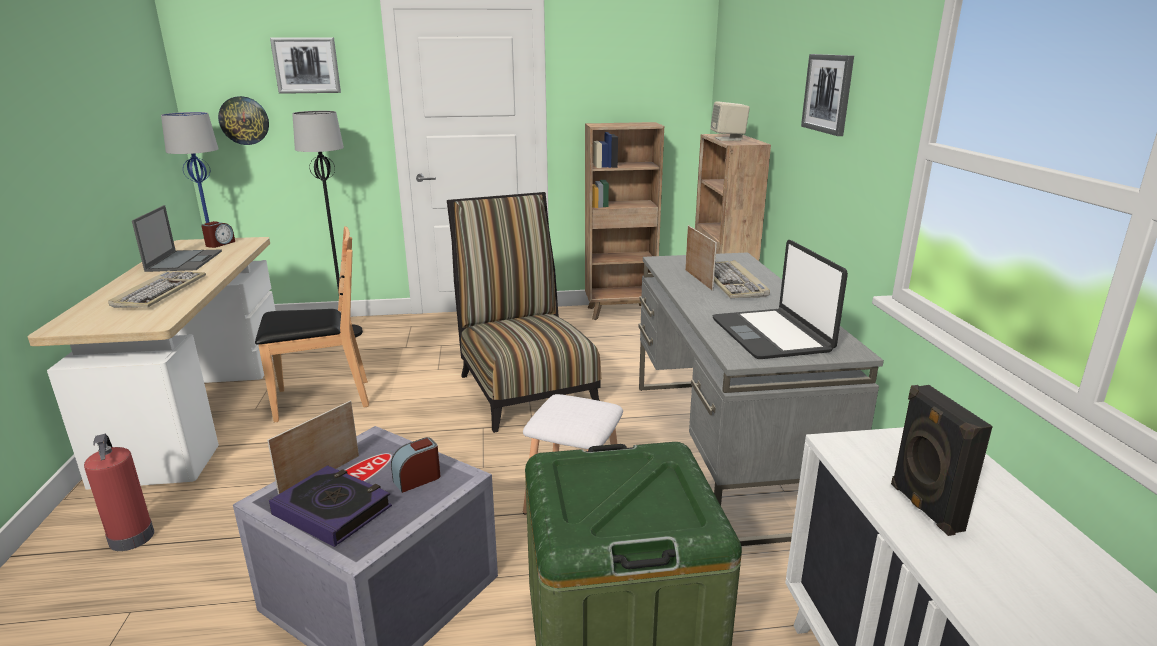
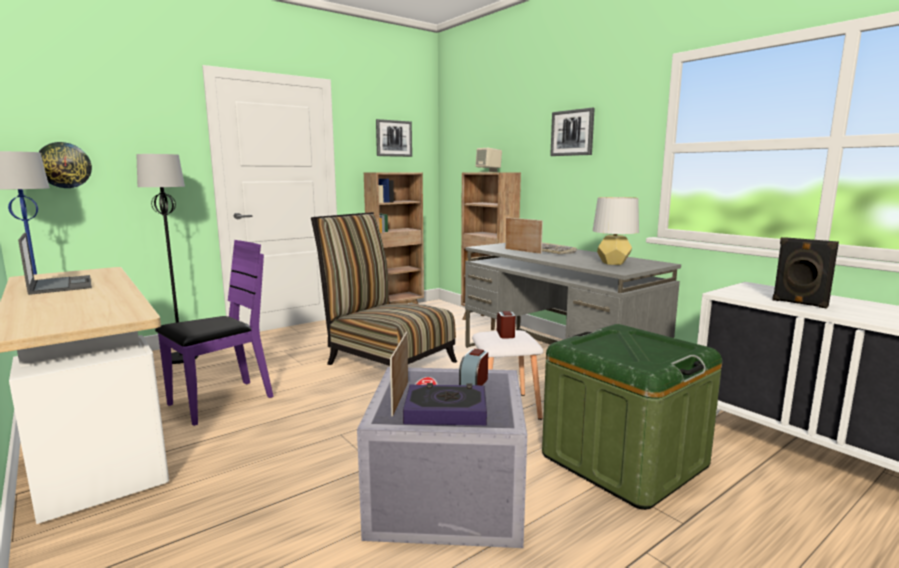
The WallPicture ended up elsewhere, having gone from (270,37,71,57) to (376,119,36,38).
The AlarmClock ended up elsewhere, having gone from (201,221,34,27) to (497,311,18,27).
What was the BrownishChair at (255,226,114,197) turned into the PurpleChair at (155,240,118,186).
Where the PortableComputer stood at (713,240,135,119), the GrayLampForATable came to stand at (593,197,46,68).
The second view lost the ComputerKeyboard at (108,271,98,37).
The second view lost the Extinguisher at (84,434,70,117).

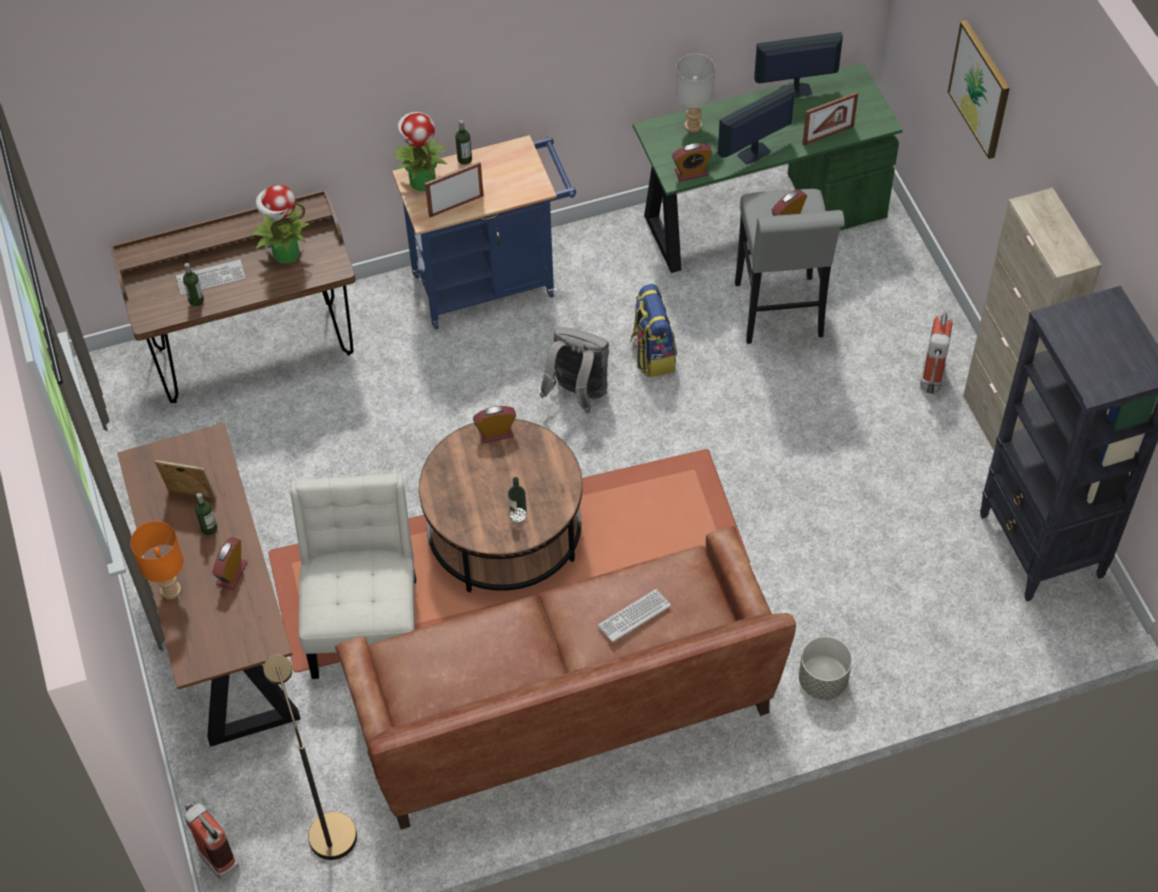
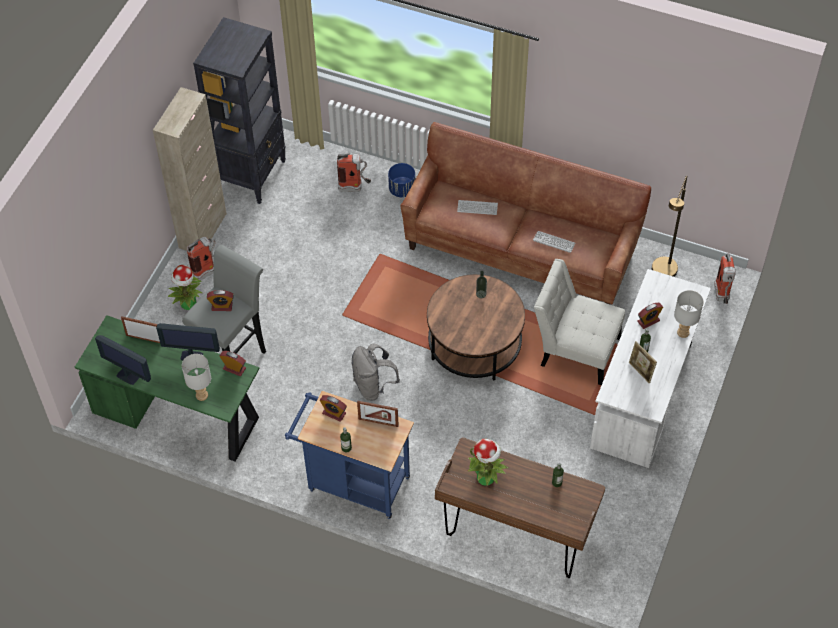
The second view lost the WallPicture at (948,20,62,139).
The PottedPlant ended up elsewhere, having gone from (393,112,55,79) to (168,265,34,45).
The ComputerKeyboard ended up elsewhere, having gone from (176,260,70,35) to (533,231,42,22).
The second view lost the Rucksack at (630,284,47,93).
The AlarmClock ended up elsewhere, having gone from (473,406,43,37) to (320,395,27,27).
What was the BrownishDesk at (117,423,184,324) turned into the WhiteDesk at (590,269,121,199).
The WhiteChair at (290,473,126,206) ended up facing another way, 75 degrees clockwise from before.
What was the OrangeColouredLampForATable at (130,521,54,78) turned into the GrayLampForATable at (674,290,30,48).
What was the GrayPlanter at (799,636,53,64) turned into the BlueColouredPlanter at (388,163,27,34).
The second view gained the Extinguisher at (337,153,34,39).

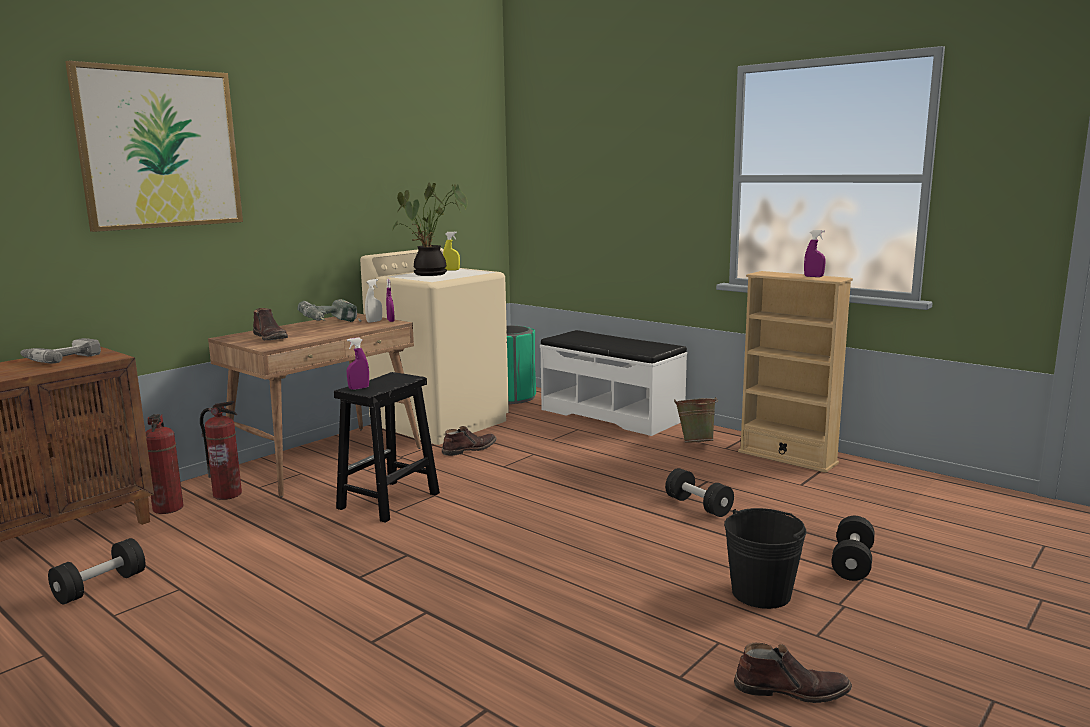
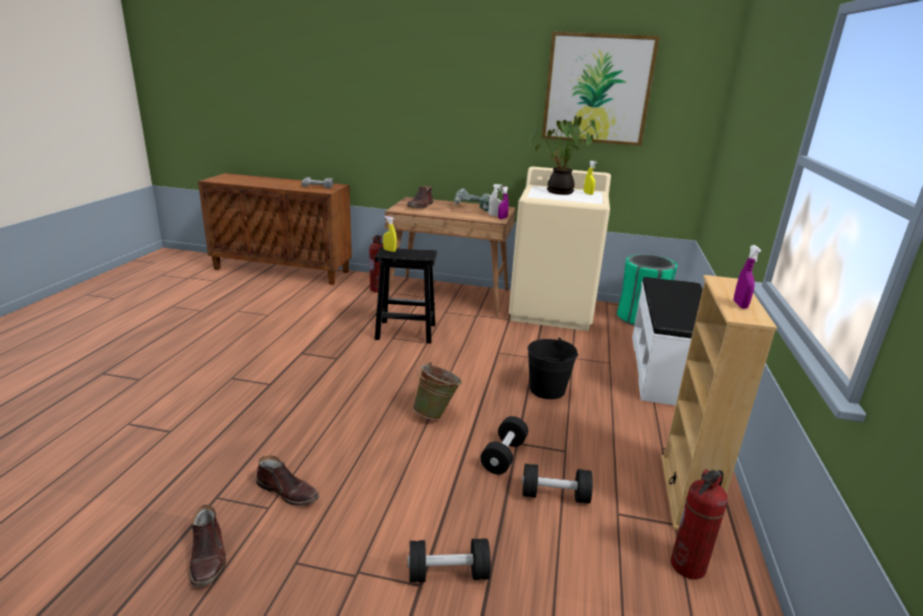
The WallPicture ended up elsewhere, having gone from (65,61,178,171) to (542,31,118,115).
What was the PurpleHandSprayer at (347,337,22,53) turned into the YellowishHandSprayer at (383,216,14,36).
The GreenishBucket ended up elsewhere, having gone from (674,397,44,45) to (413,362,49,58).
The Extinguisher ended up elsewhere, having gone from (145,414,38,100) to (671,469,57,110).
The BrownishBoot ended up elsewhere, having gone from (442,426,55,30) to (256,455,63,51).
The BlackishBucket ended up elsewhere, having gone from (724,508,83,101) to (528,338,50,61).
The BlackishFreeWeight ended up elsewhere, having gone from (48,538,97,67) to (522,464,71,40).

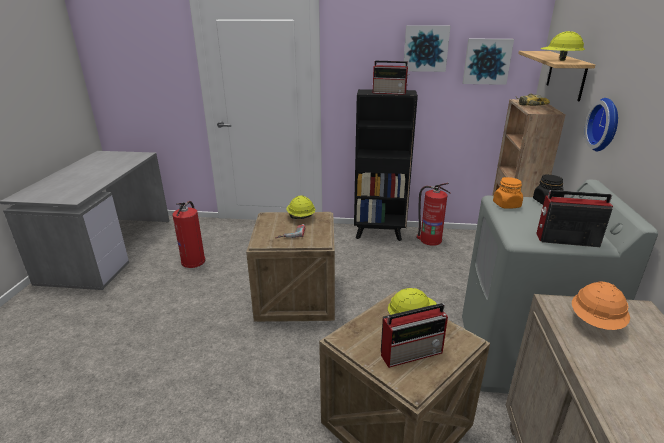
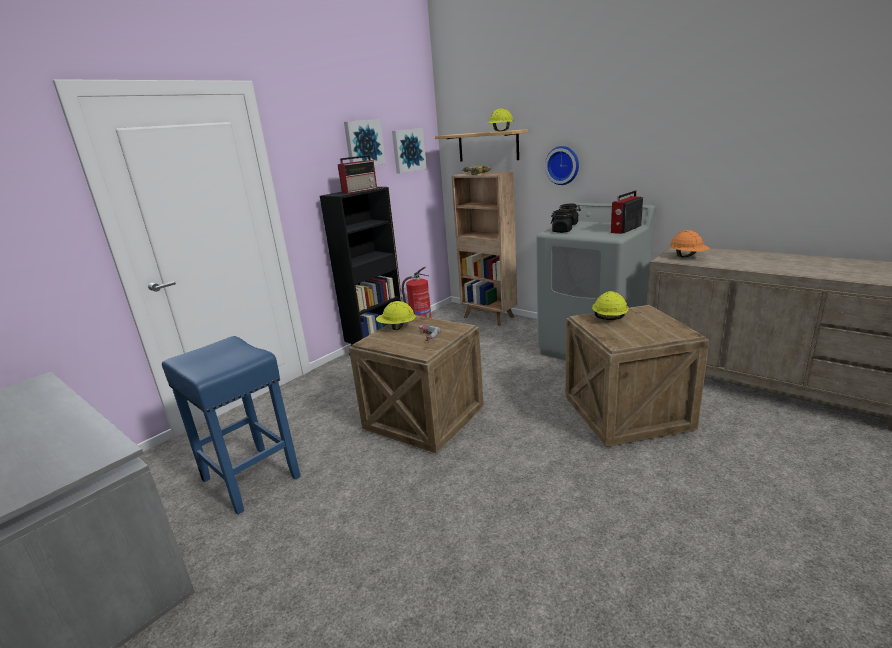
What was the OrangeColouredJar at (493,177,30,32) turned into the BlackishJar at (551,209,24,24).
Where the Extinguisher stood at (173,201,32,67), the BlueColouredStoolSeat came to stand at (162,336,139,179).
The second view lost the RadioReceiver at (381,303,67,65).

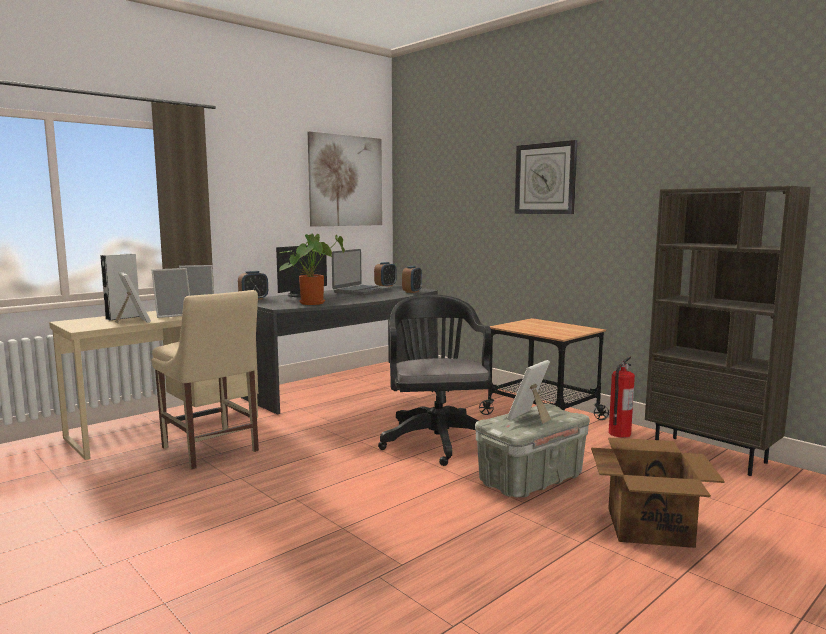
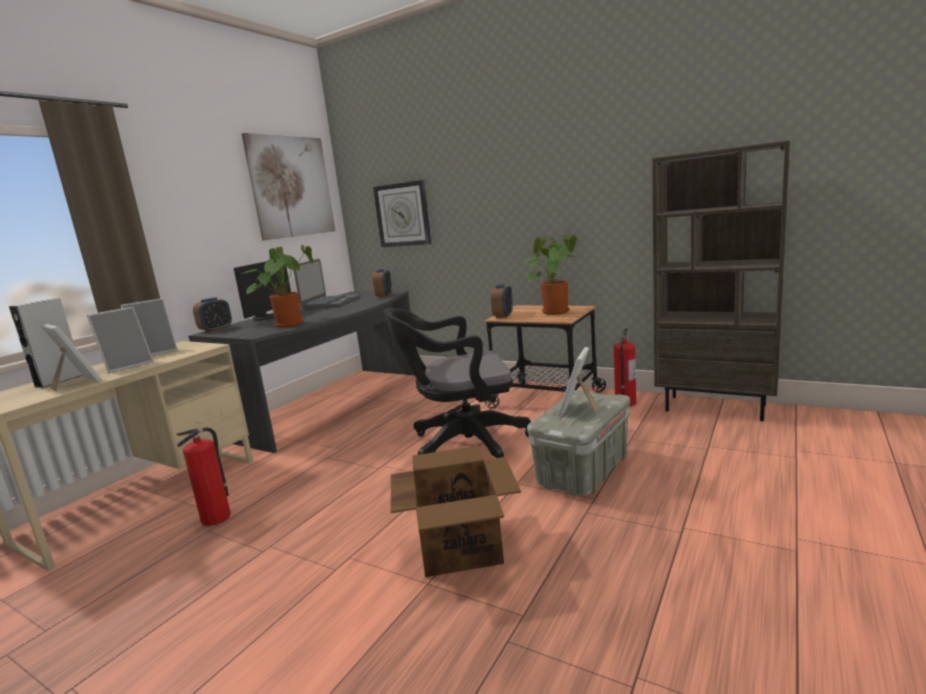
The WallClock ended up elsewhere, having gone from (515,140,62,74) to (373,180,58,67).
The AlarmClock ended up elsewhere, having gone from (374,262,22,25) to (491,284,22,34).
Where the BeigeColouredChair stood at (151,290,108,179), the Extinguisher came to stand at (176,427,55,99).
The BlackishDeskChair at (378,294,114,172) ended up facing another way, 75 degrees counterclockwise from before.
The CardboardBox ended up elsewhere, having gone from (591,437,134,111) to (391,446,130,131).
The second view gained the PottedPlant at (521,235,58,80).

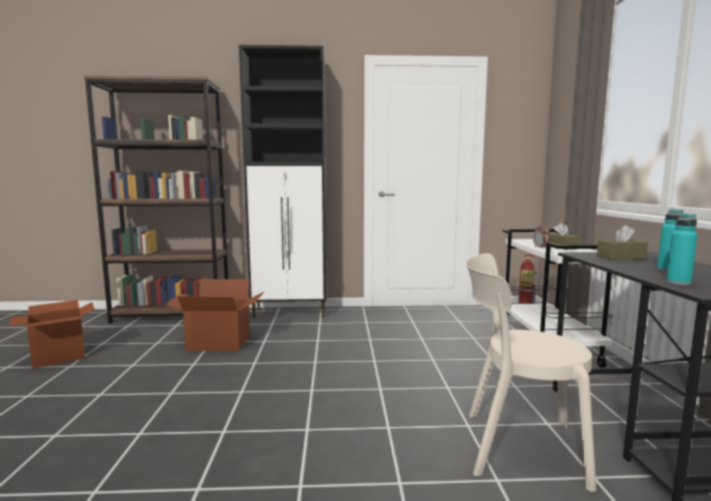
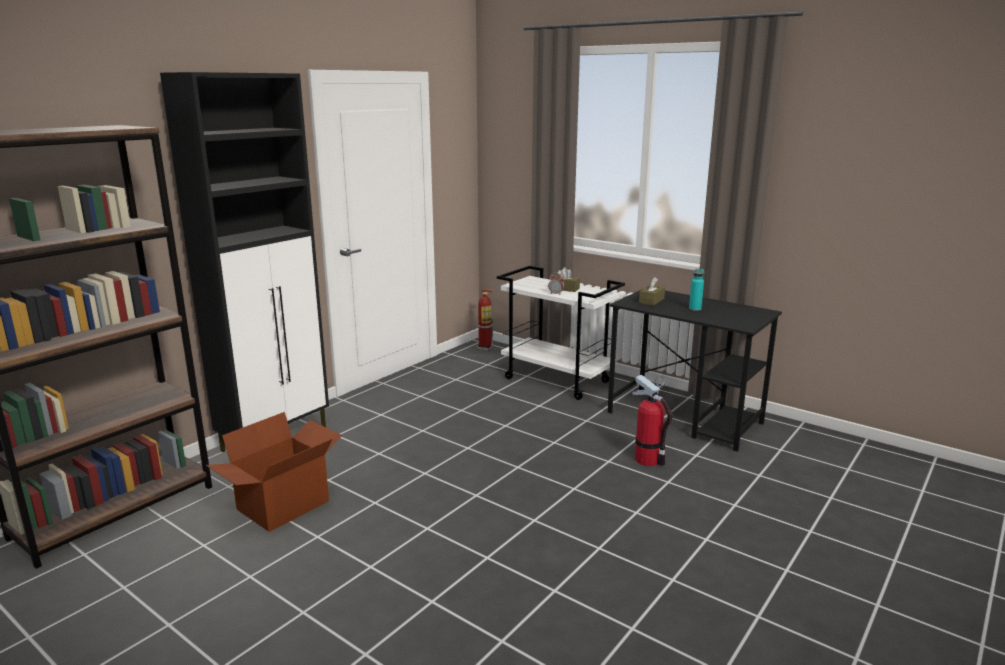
The second view lost the TurquoiseColouredBottle at (666,213,32,72).
Where the BeigeColouredChair stood at (465,253,132,239), the Extinguisher came to stand at (632,375,40,91).
The second view lost the CardboardBox at (9,300,86,68).

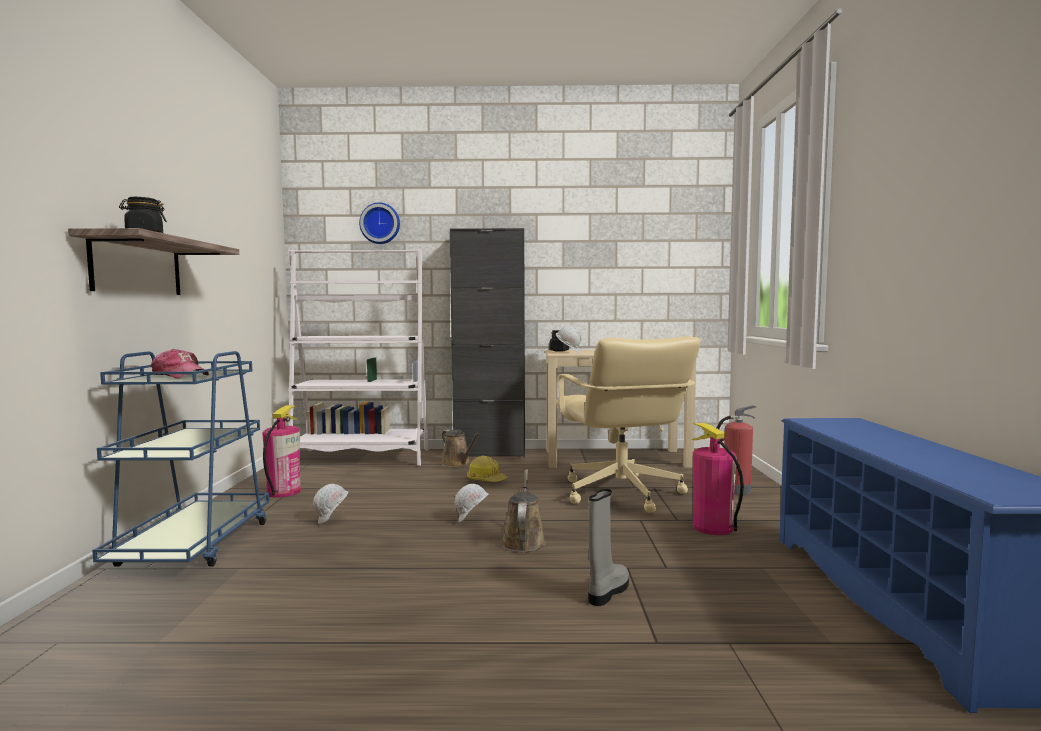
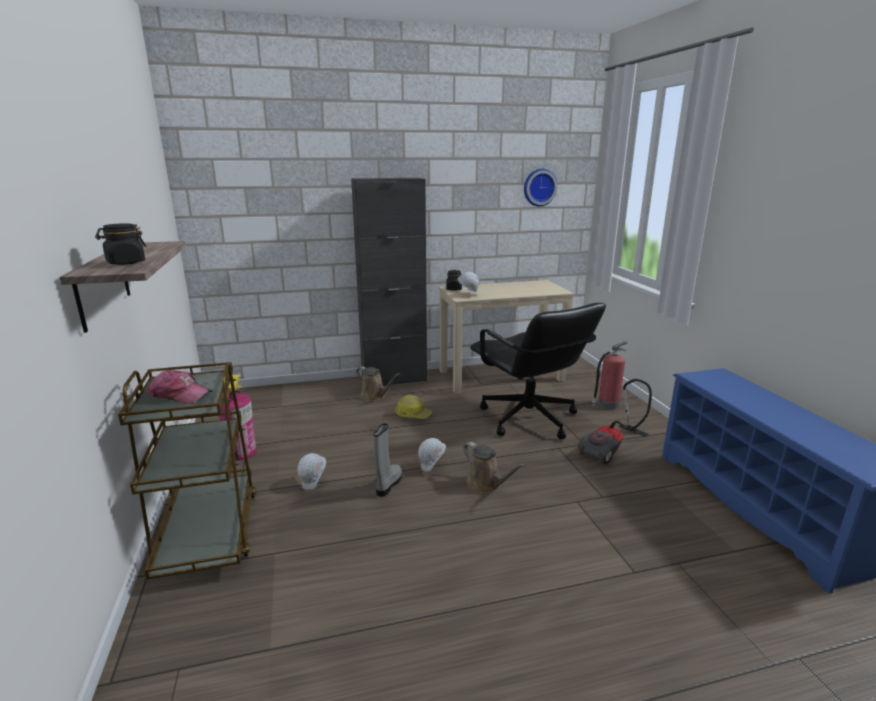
The WallClock ended up elsewhere, having gone from (359,202,41,42) to (524,169,34,38).
The second view lost the WhiteBookshelf at (288,249,140,217).
What was the BeigeColouredDeskChair at (556,336,145,177) turned into the BlackishDeskChair at (470,303,136,136).
What was the BlueColouredTrolley at (92,351,177,216) turned into the BrownishTrolley at (118,362,139,218).
Where the Extinguisher stood at (691,422,53,113), the Hoover came to stand at (578,379,74,86).
The BrownishSprinklingCan at (501,469,45,83) ended up facing another way, 150 degrees clockwise from before.
The GrayBoot ended up elsewhere, having gone from (588,489,41,117) to (374,424,28,73).

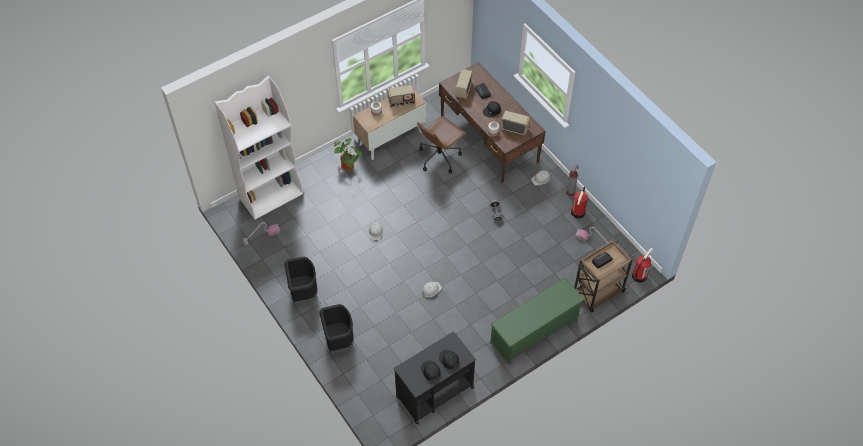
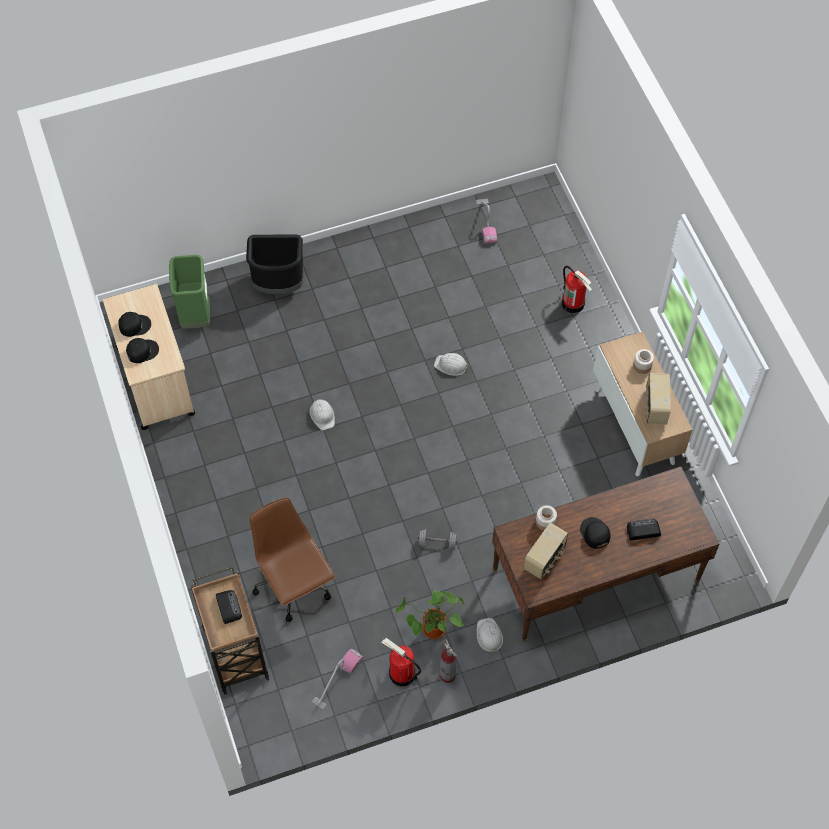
The second view lost the RadioReceiver at (455,69,18,30).
The second view lost the WhiteBookshelf at (215,76,88,143).
The BrownishDeskChair ended up elsewhere, having gone from (417,116,50,58) to (249,498,86,124).
The PottedPlant ended up elsewhere, having gone from (334,138,28,33) to (396,590,69,49).
The Extinguisher ended up elsewhere, having gone from (632,248,21,35) to (562,266,30,47).
The second view lost the BlackishRubbishBin at (285,257,33,48).
The second view lost the GreenishShoeStand at (490,278,95,87).
What was the BlackishTrolley at (394,332,82,92) turned into the BeigeColouredTrolley at (103,284,92,146).
The second view gained the GreenishRubbishBin at (169,255,41,74).

